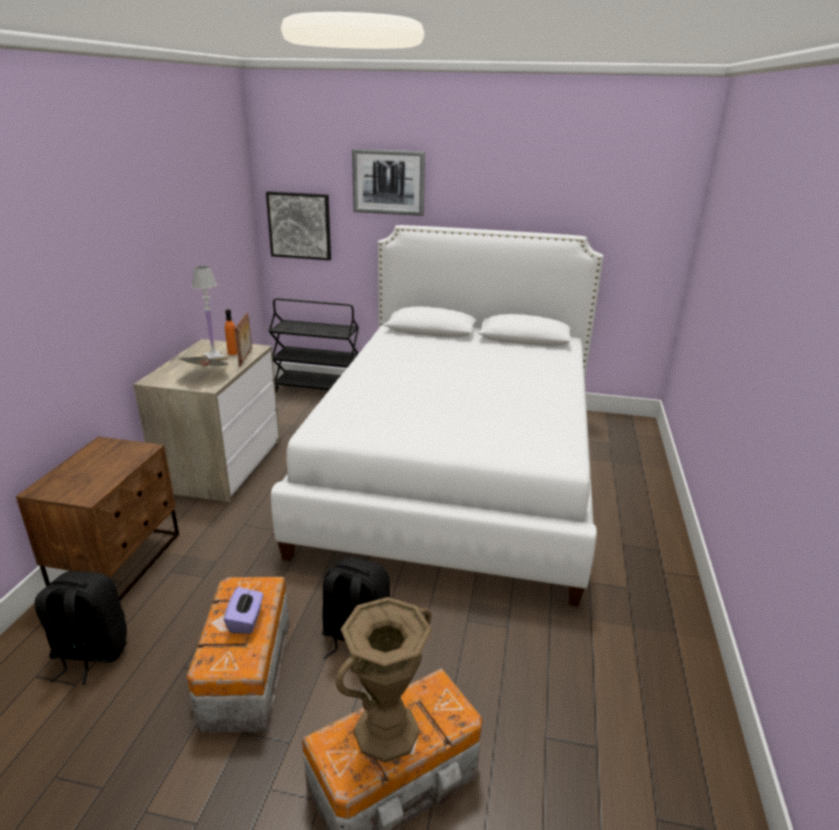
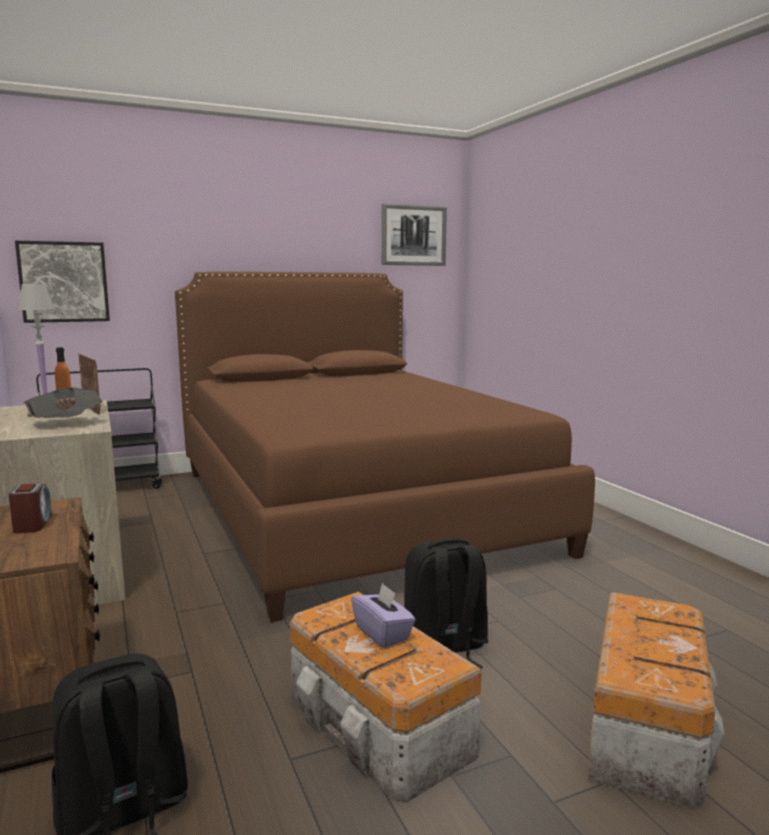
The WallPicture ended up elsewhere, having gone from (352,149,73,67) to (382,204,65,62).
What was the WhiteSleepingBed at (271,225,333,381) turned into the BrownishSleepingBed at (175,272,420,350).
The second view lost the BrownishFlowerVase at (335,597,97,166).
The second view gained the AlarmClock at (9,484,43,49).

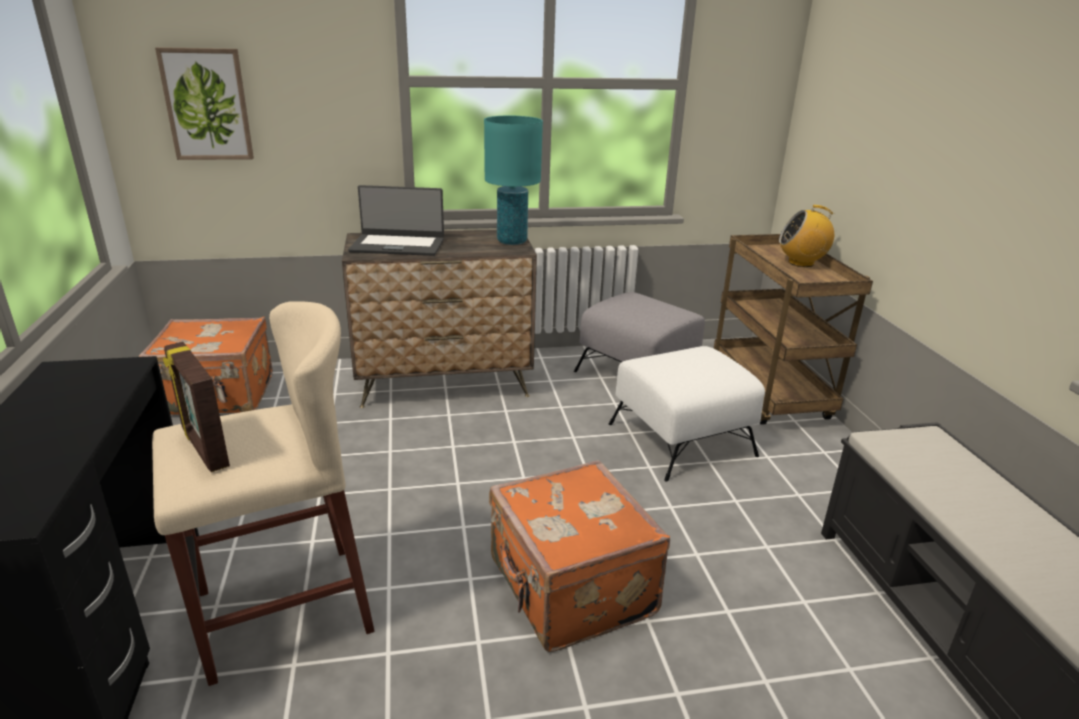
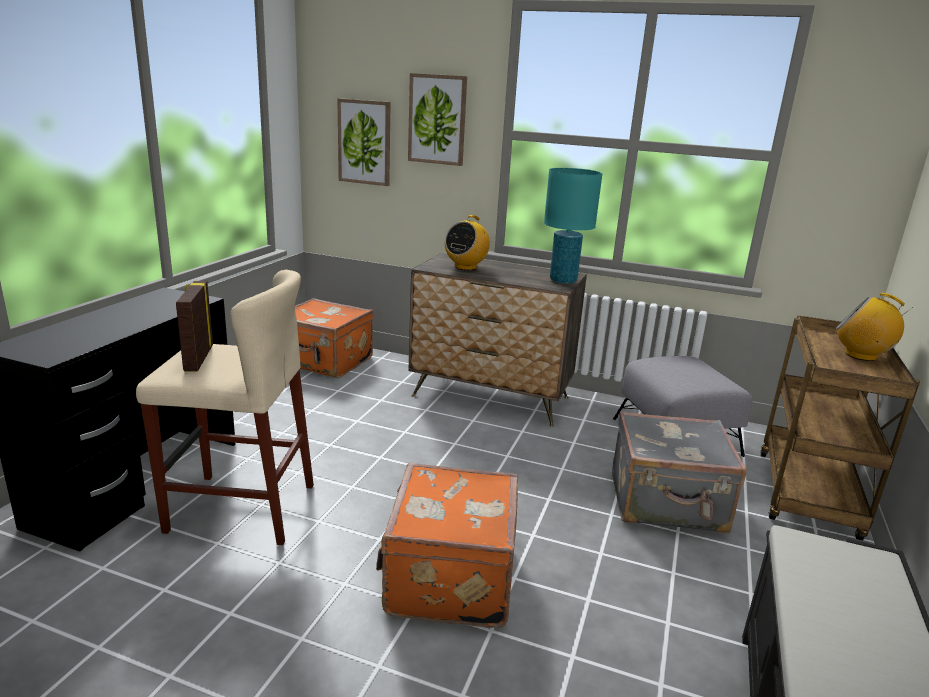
Where the PortableComputer stood at (348,185,96,71), the RadioReceiver came to stand at (445,215,45,55).
Where the WhiteFootrest stood at (609,346,156,136), the GrayTravelCase came to stand at (612,411,135,122).
The second view gained the WallPicture at (408,73,59,93).

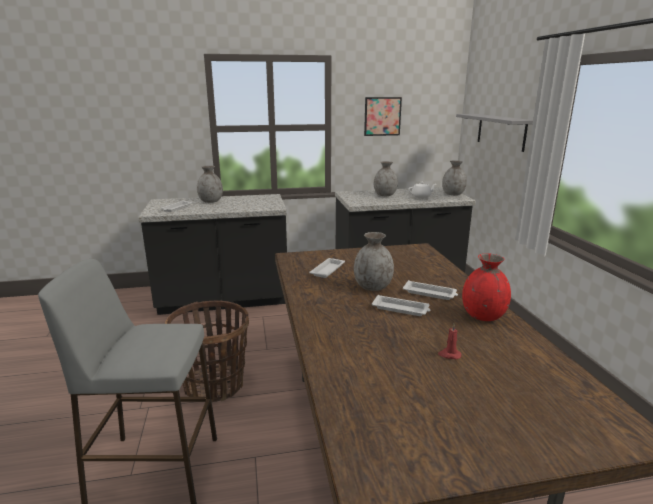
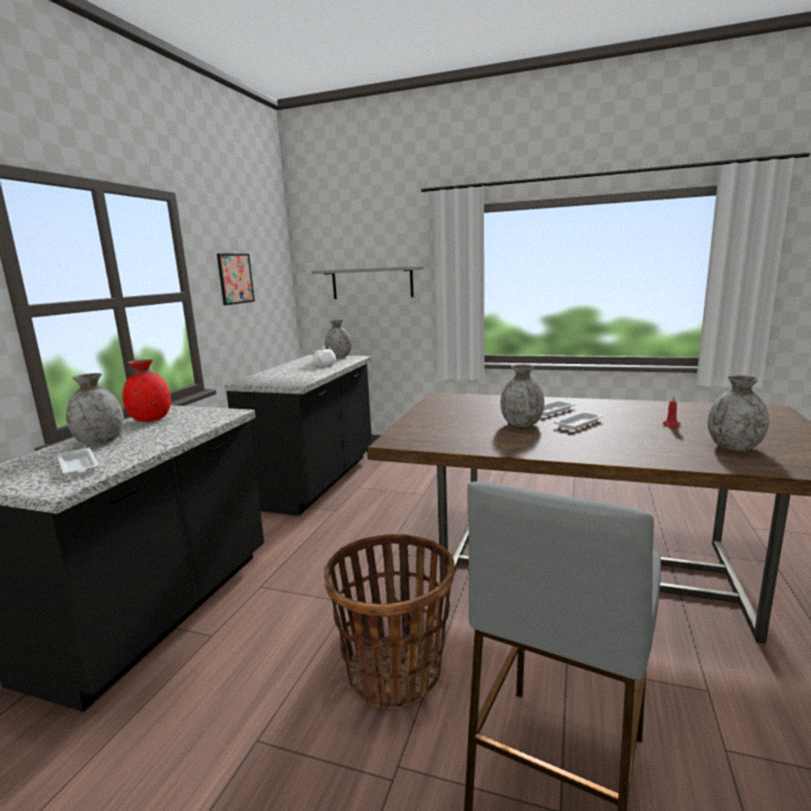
The GrayFlowerVase ended up elsewhere, having gone from (374,161,24,35) to (708,375,61,75).
The ReddishFlowerVase ended up elsewhere, having gone from (462,253,49,68) to (123,359,48,63).
The second view lost the WhiteServingTray at (309,258,36,20).

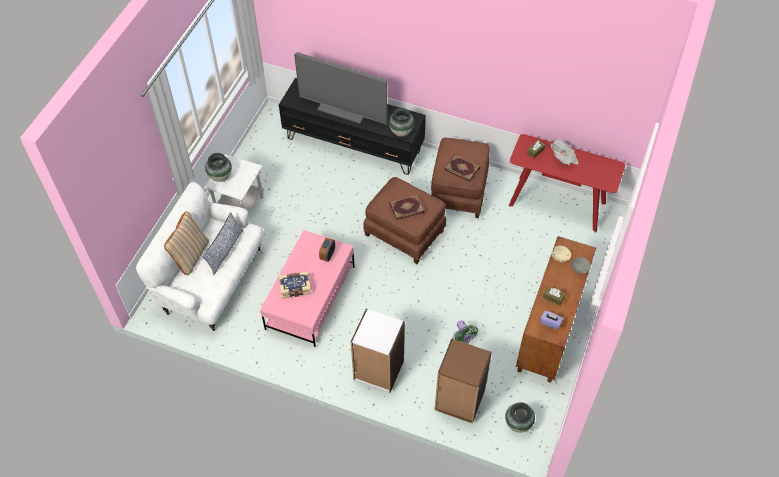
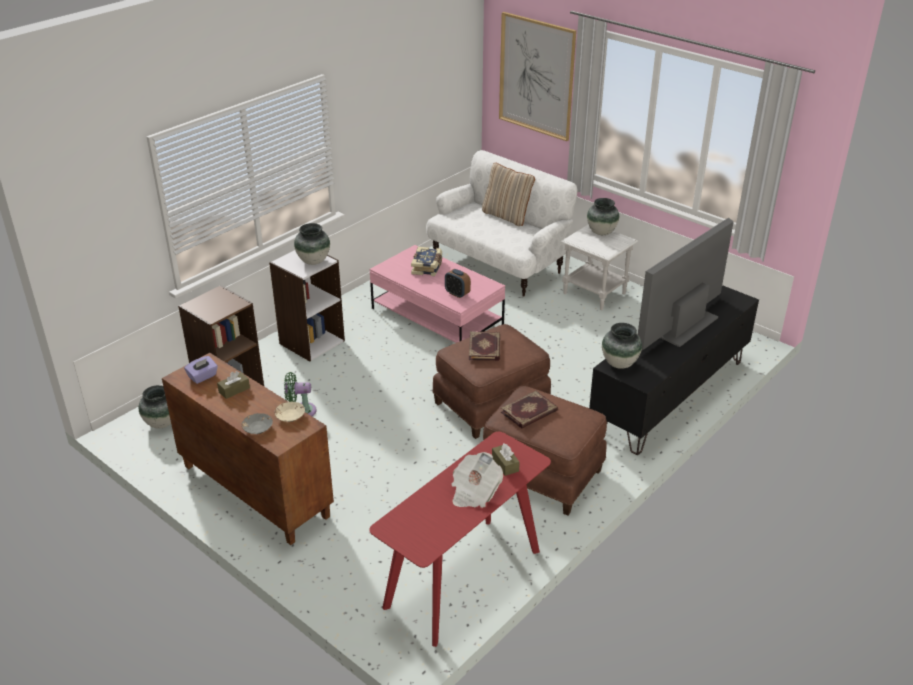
The second view lost the Pillow at (202,212,41,63).
The second view gained the WallPicture at (499,12,77,129).
The second view gained the FlowerVase at (294,223,36,42).

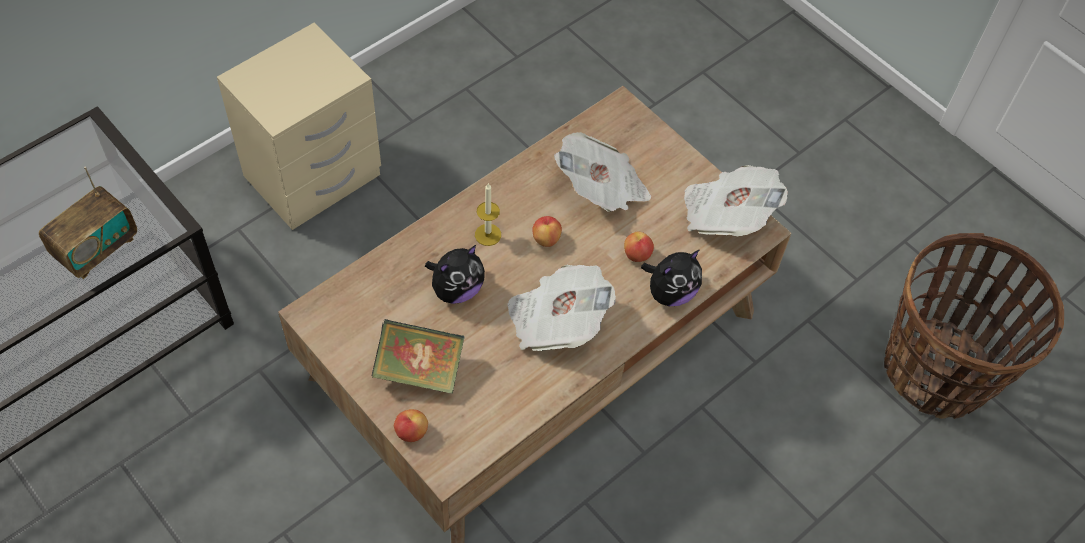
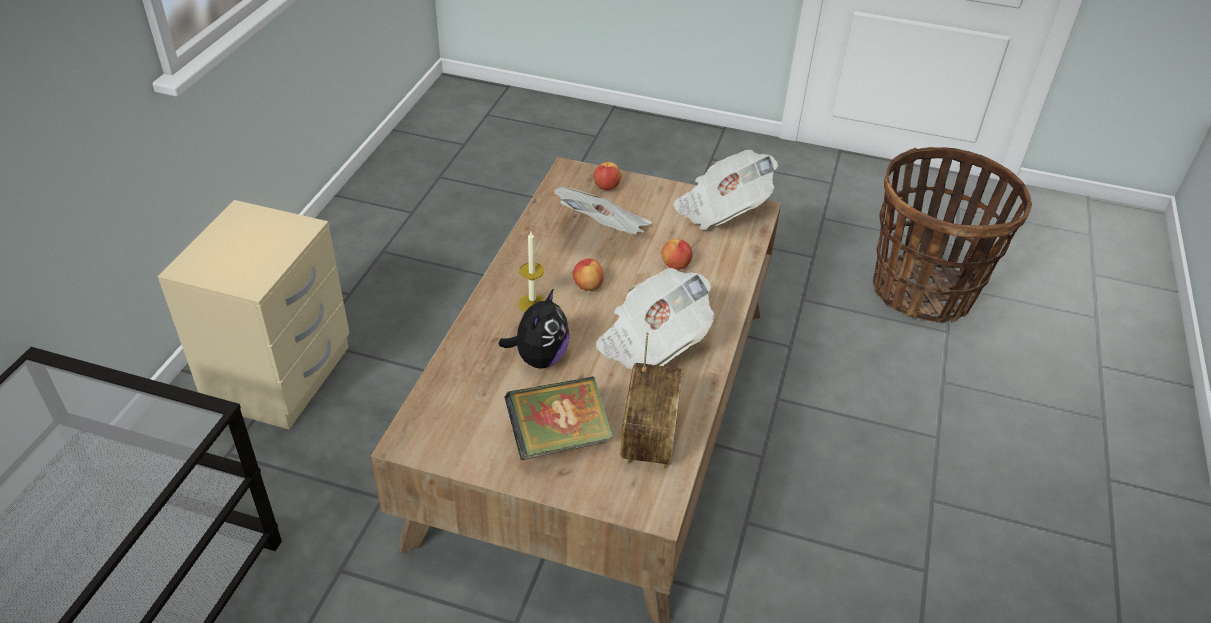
The RadioReceiver ended up elsewhere, having gone from (39,166,98,113) to (620,331,63,138).
The second view lost the PlushToy at (641,250,61,56).
The WholeApple ended up elsewhere, having gone from (394,409,34,33) to (593,162,28,28).

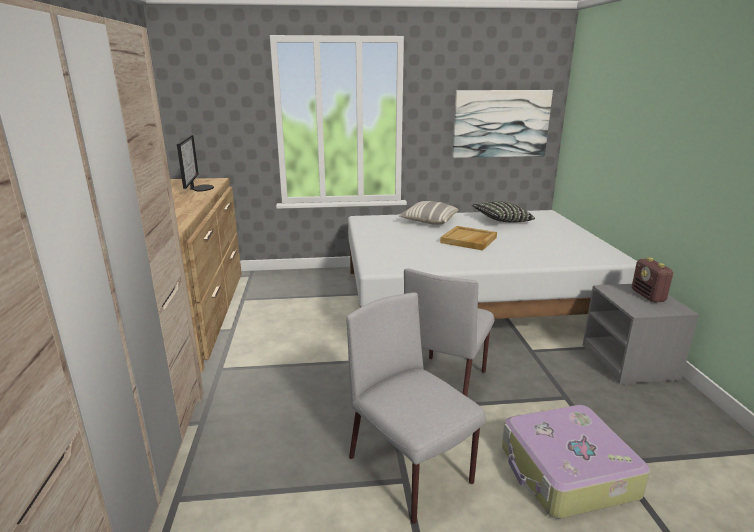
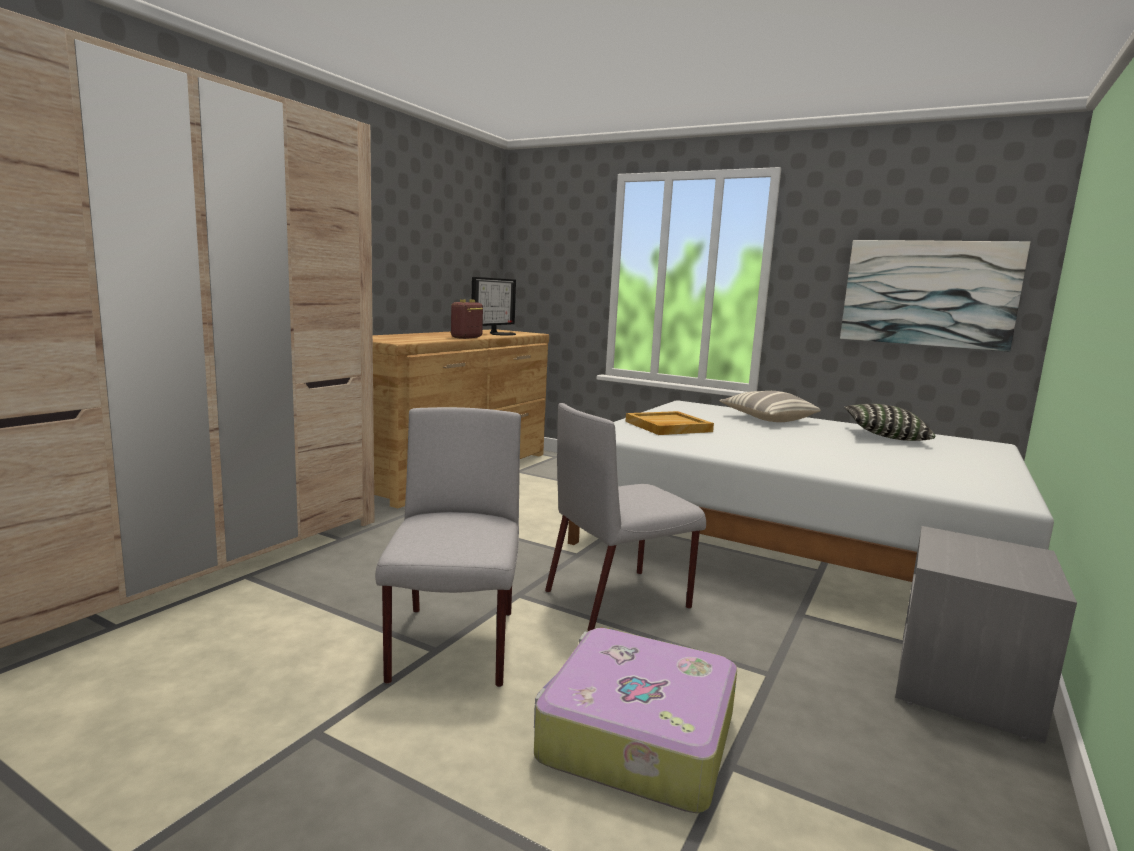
The BeigeColouredServingTray ended up elsewhere, having gone from (440,226,57,25) to (625,411,89,24).
The RadioReceiver ended up elsewhere, having gone from (632,257,42,46) to (451,299,32,40).

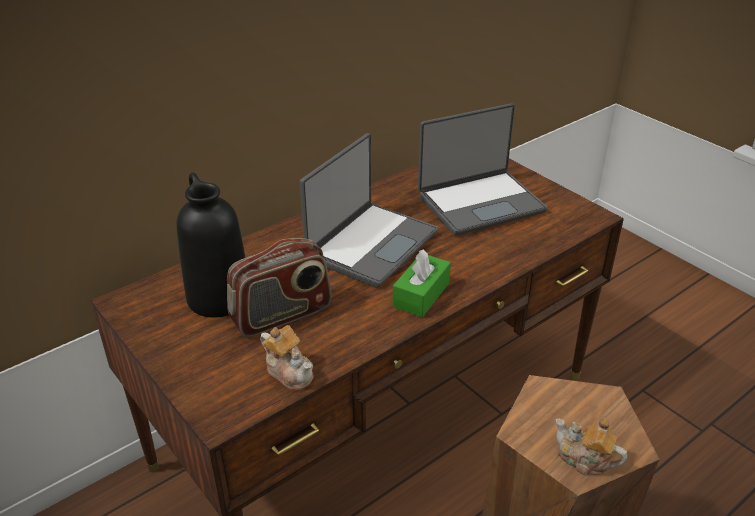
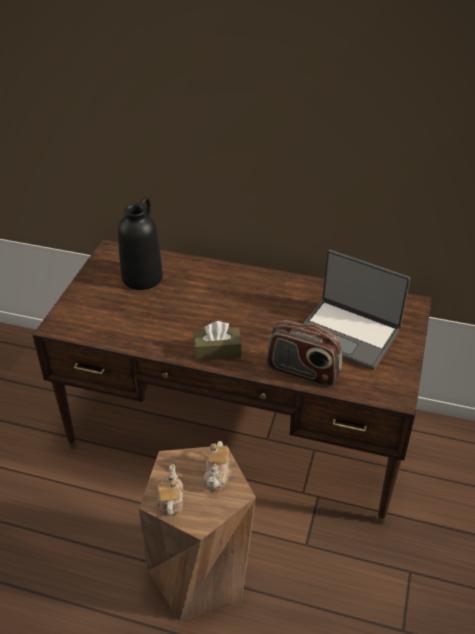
The second view lost the PortableComputer at (300,133,138,155).
The RadioReceiver ended up elsewhere, having gone from (227,238,105,99) to (266,320,76,67).
What was the GreenishBoxOfTissues at (393,249,58,68) turned into the BrownishBoxOfTissues at (193,321,49,40).
The TeaPot ended up elsewhere, having gone from (260,325,54,65) to (204,441,28,50).

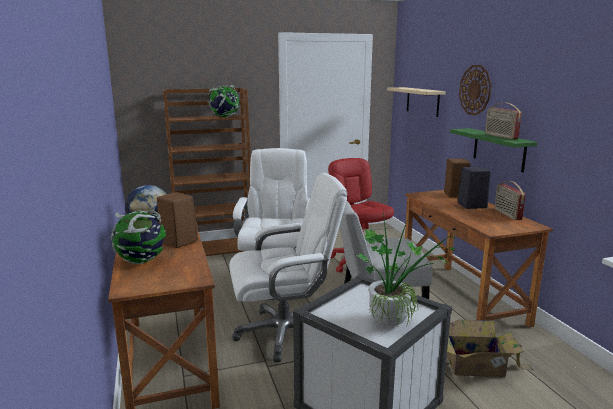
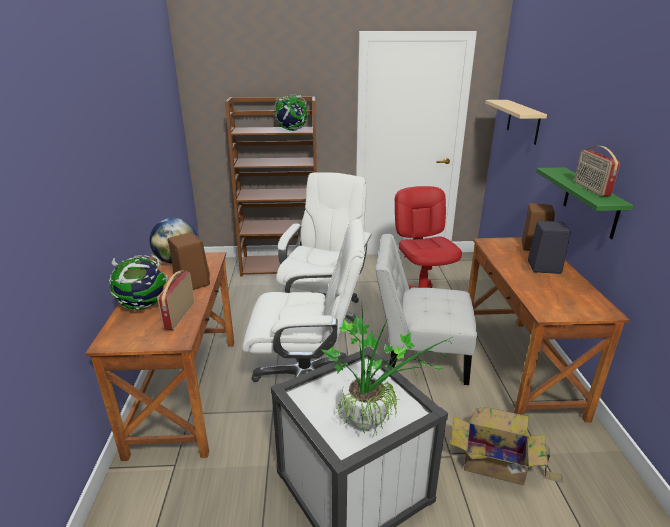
The second view lost the WallClock at (459,65,33,50).
The RadioReceiver ended up elsewhere, having gone from (495,181,31,39) to (157,271,37,59).

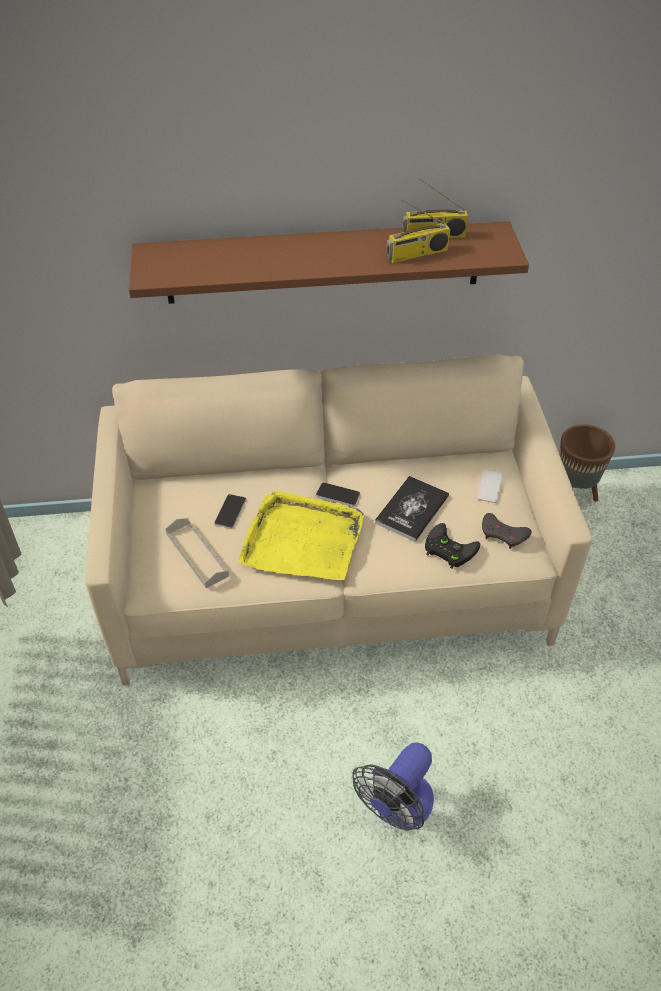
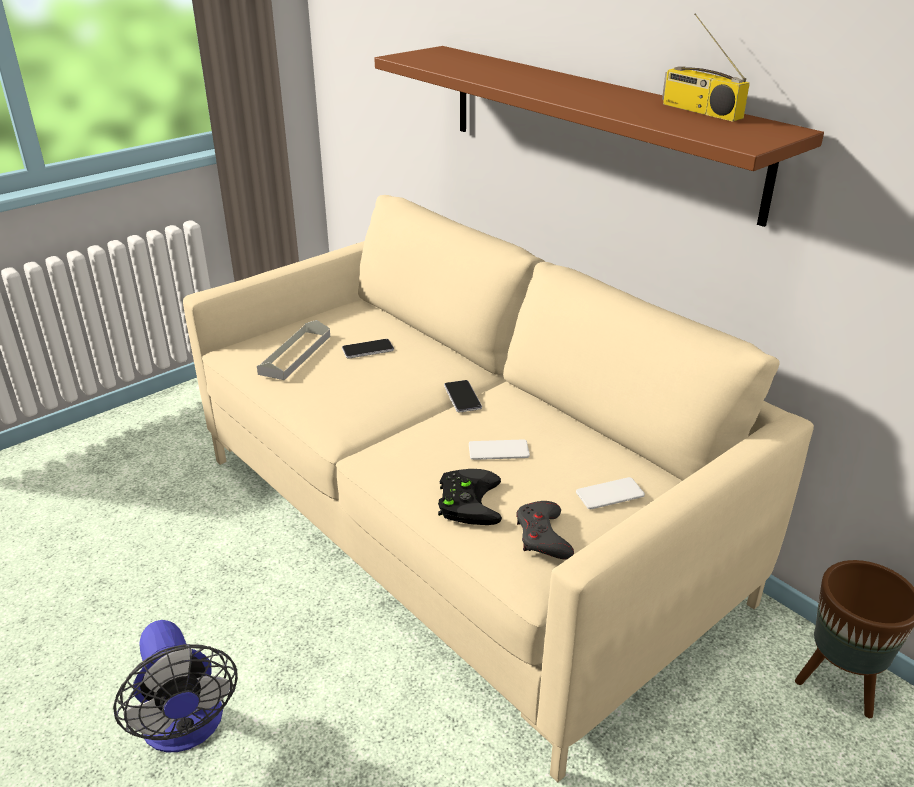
The second view lost the RadioReceiver at (386,199,64,64).
Where the BoundBook stood at (375,476,74,66), the Handset came to stand at (469,439,61,21).
The second view lost the YellowishServingTray at (238,491,126,89).
The ElectricFan at (352,742,82,89) ended up facing another way, 120 degrees counterclockwise from before.

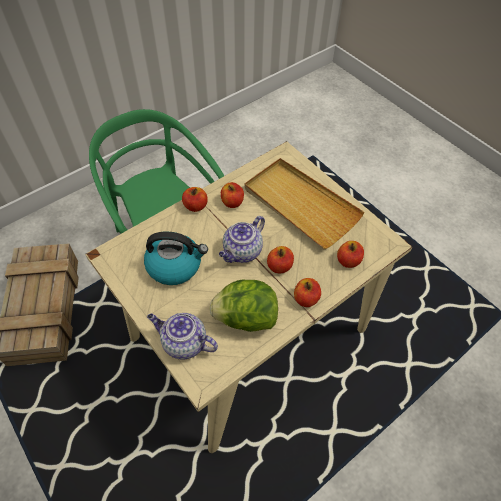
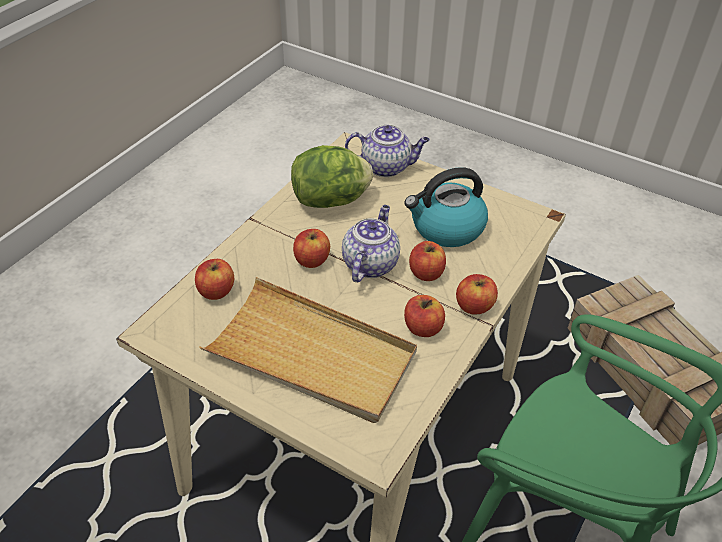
The WholeApple ended up elsewhere, having gone from (294,278,27,29) to (409,241,37,40).

